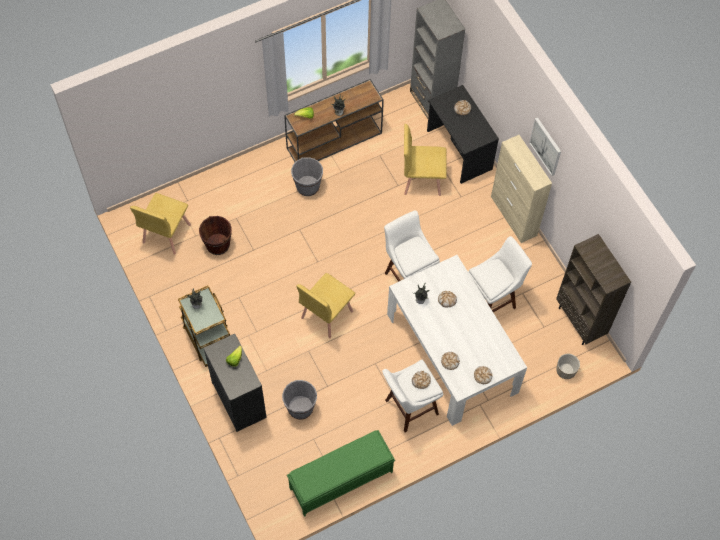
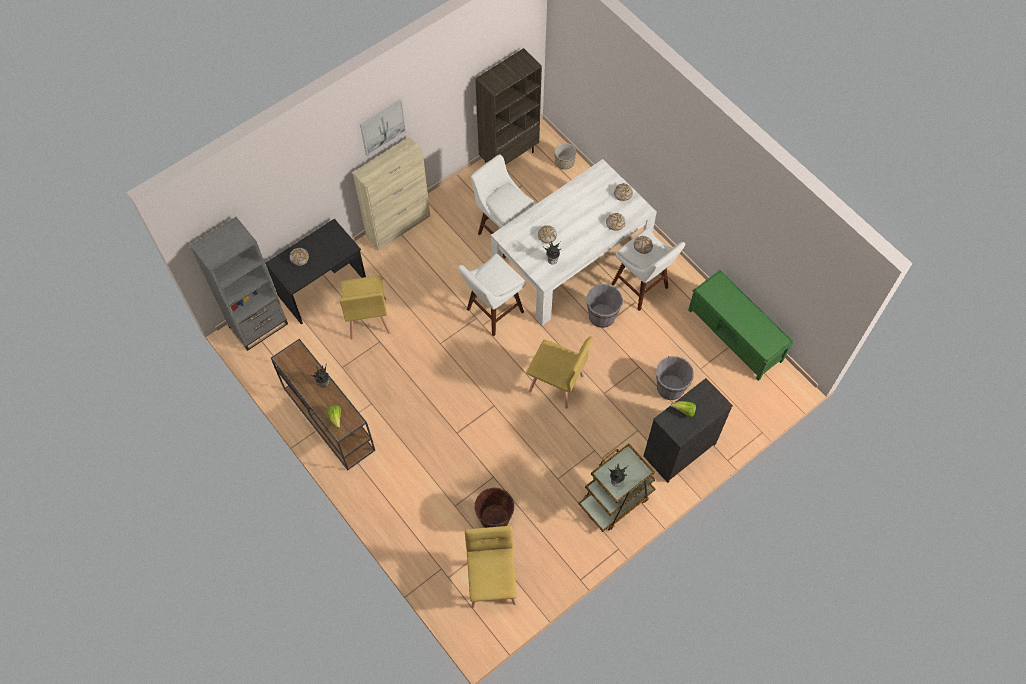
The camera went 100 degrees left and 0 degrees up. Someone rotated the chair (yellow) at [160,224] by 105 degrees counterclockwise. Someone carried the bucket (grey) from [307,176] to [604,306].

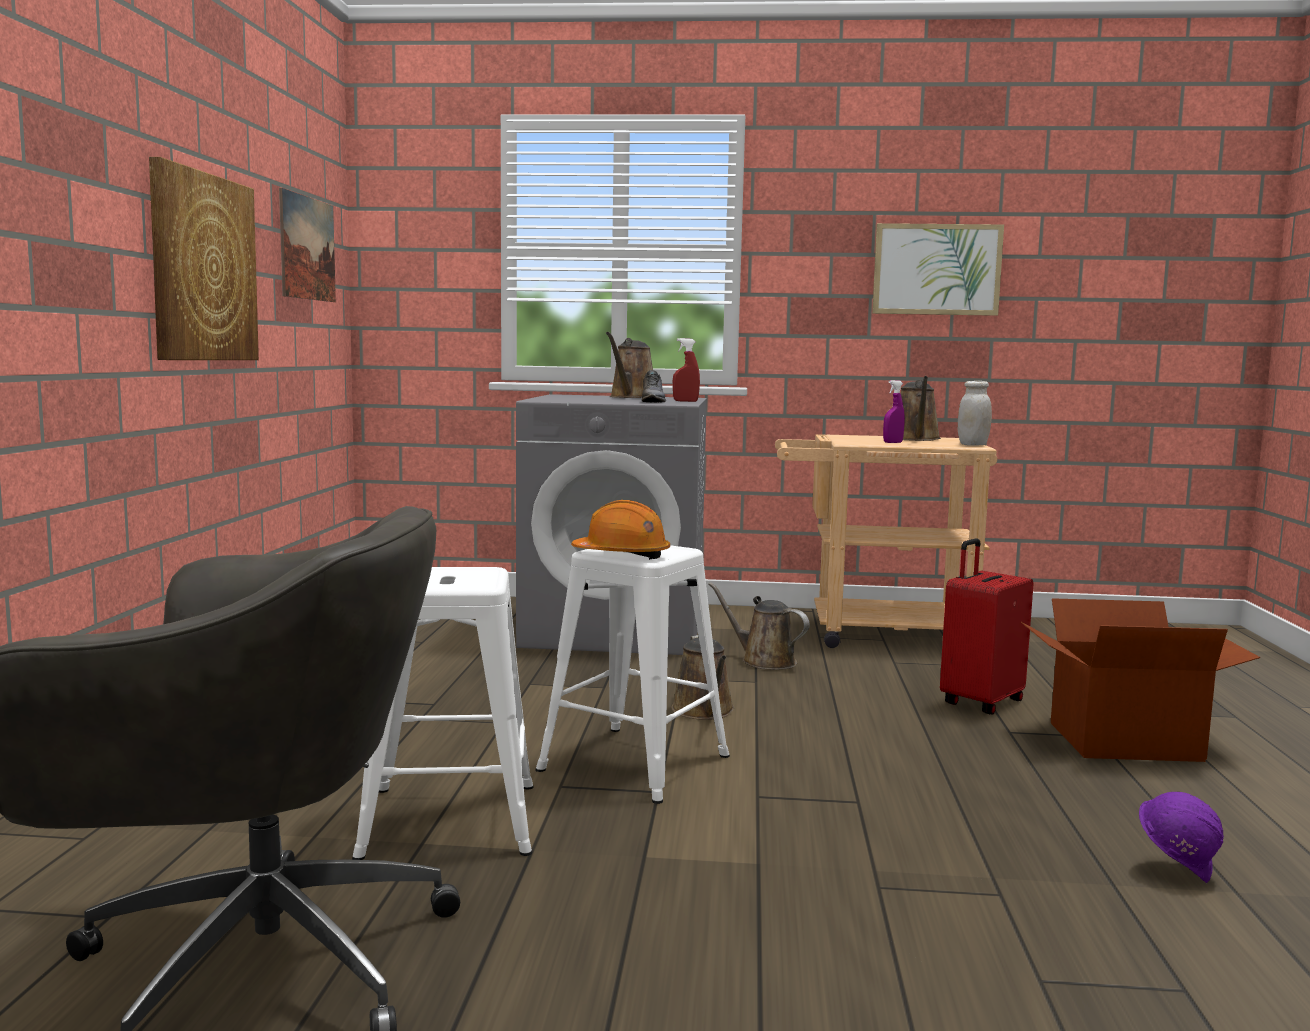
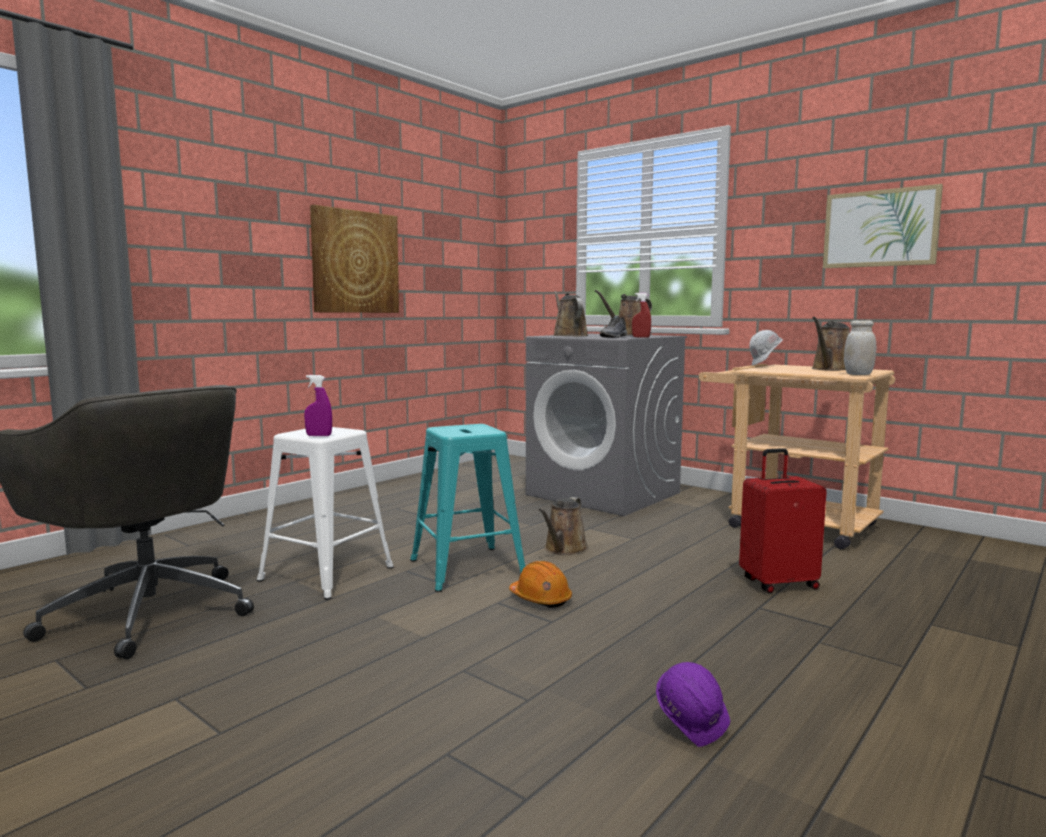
The camera went 35 degrees right and 0 degrees up. Someone carried the spray bottle (purple) from [894,411] to [318,405]. Someone repainted the stool (white) at [633,674], which became the stool (turquoise) at [467,508]. Someone carried the hard hat (orange) from [620,530] to [540,584]. Someone carried the watering can (brown) from [759,626] to [570,313]. Someone put down the hard hat (white) at [766,347]. Someone took away the picture at [307,245]. Someone took away the cardboard box at [1140,680].

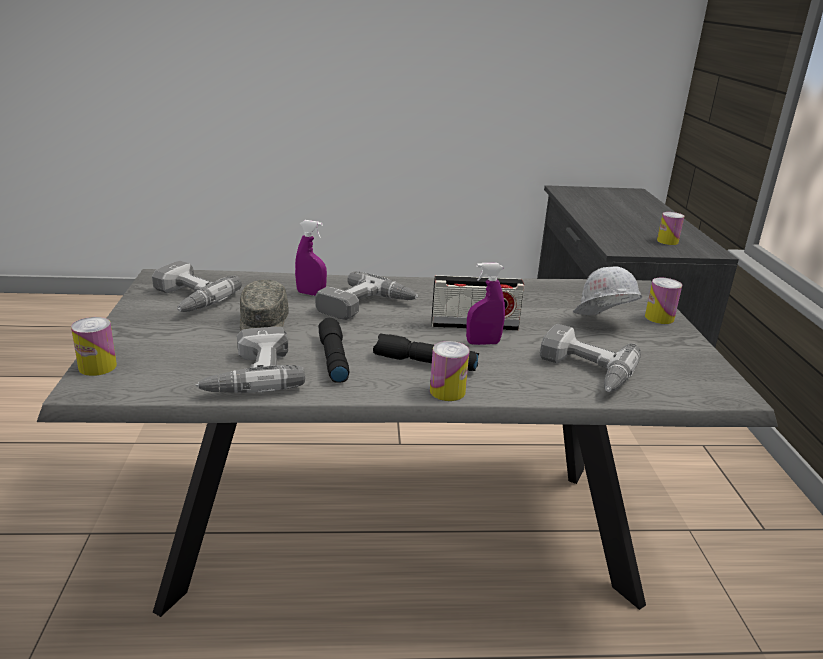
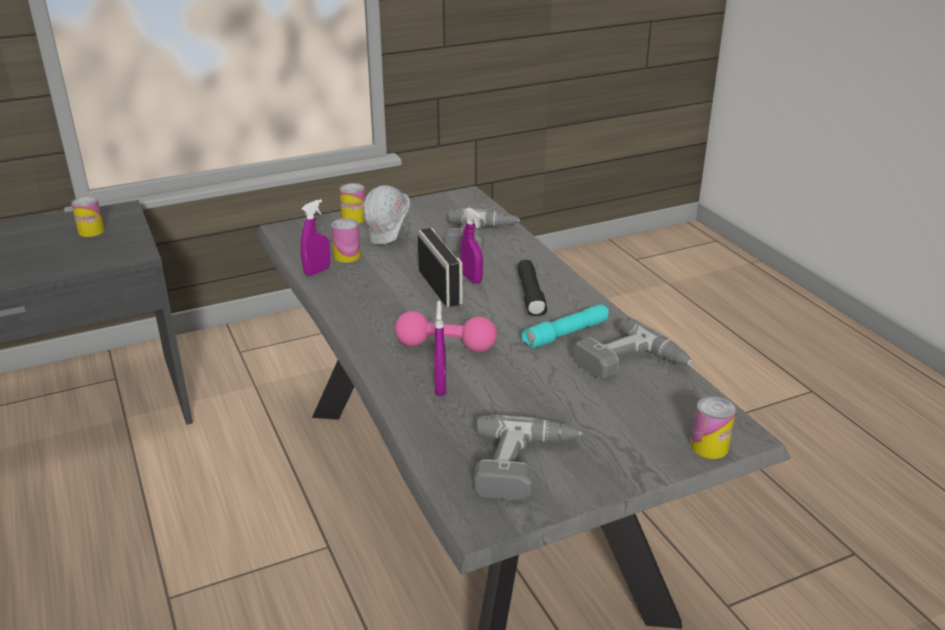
The camera went 110 degrees left and 5 degrees up. Someone put down the spray bottle (purple) at [315,237]. Someone carried the can from [450,371] to [346,240]. Someone swapped the power drill at [367,296] for the dumbbell (pink) at [446,331]. Someone repainted the flashlight (black) at [333,350], which became the flashlight (turquoise) at [565,326]. Someone took away the cap (grey) at [264,305].

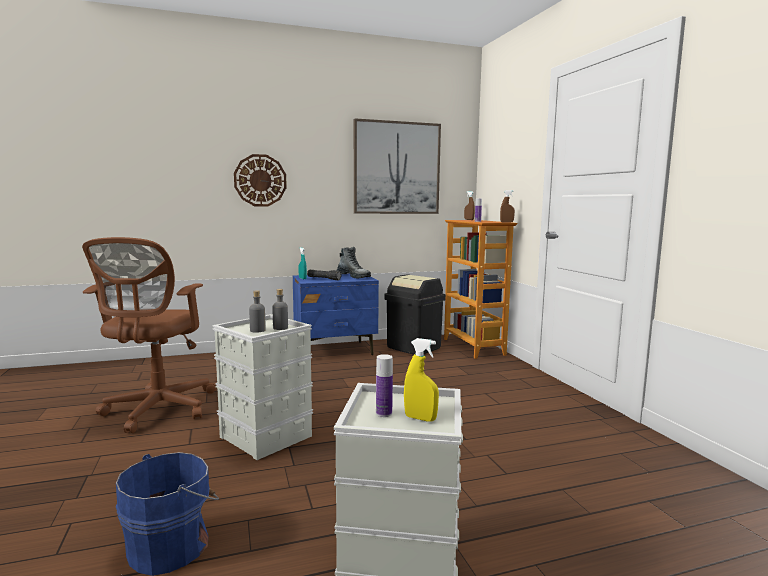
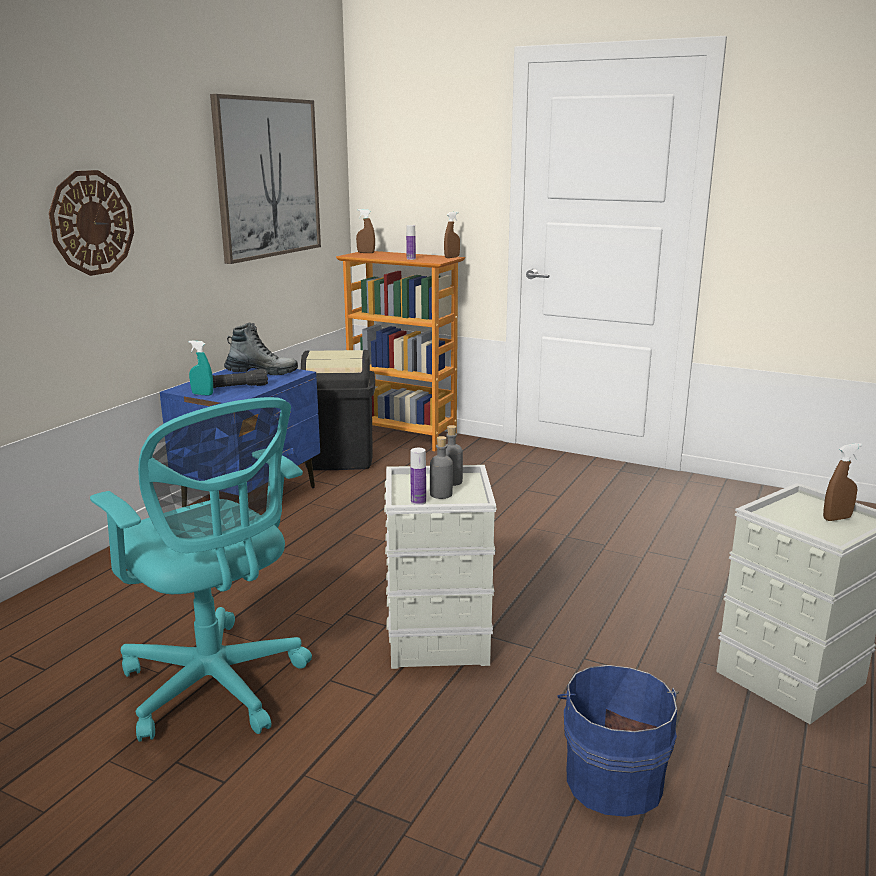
The camera went 45 degrees left and 10 degrees up. Someone repainted the office chair (brown) at [149,335], which became the office chair (turquoise) at [201,569]. Someone carried the bottle from [384,385] to [418,476]. Someone repainted the spray bottle (yellow) at [421,379], which became the spray bottle (brown) at [842,482].

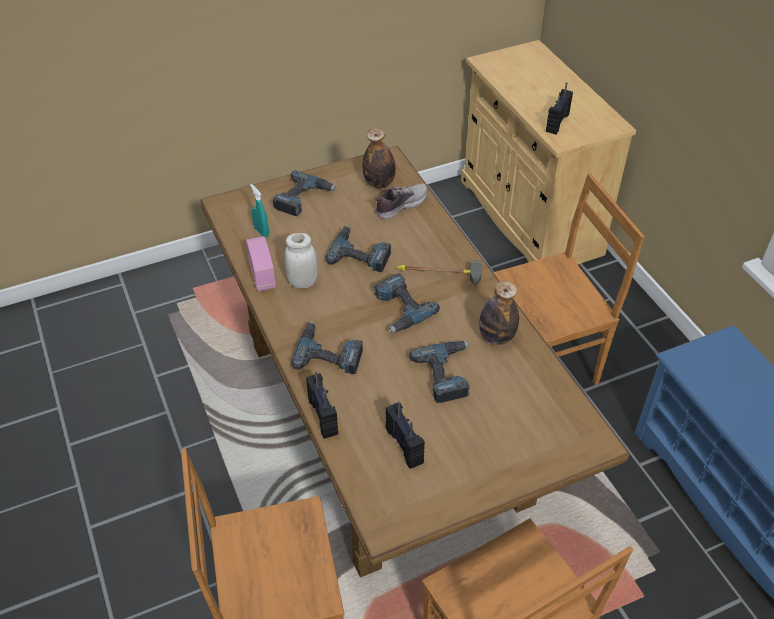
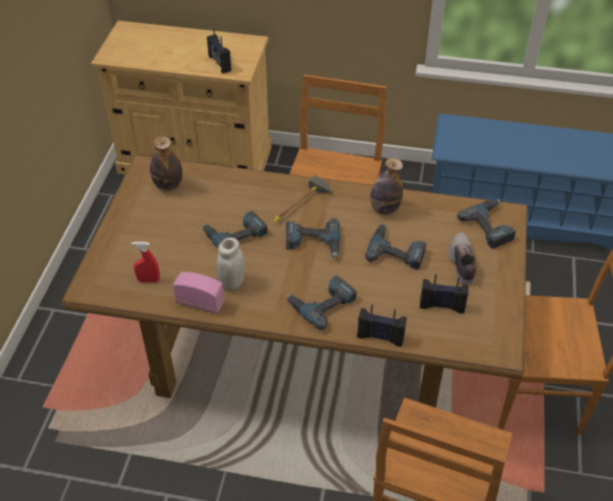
The camera went 55 degrees left and 0 degrees up. Someone repainted the spray bottle (turquoise) at [259,211], which became the spray bottle (red) at [146,262]. Someone carried the shoe from [401,201] to [462,258]. Someone carried the power drill from [305,193] to [486,224].

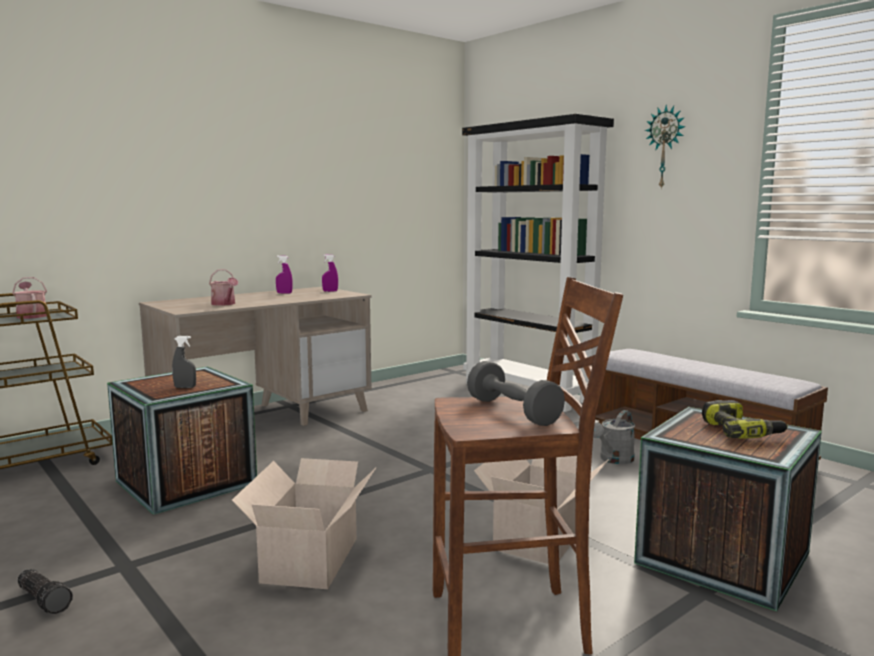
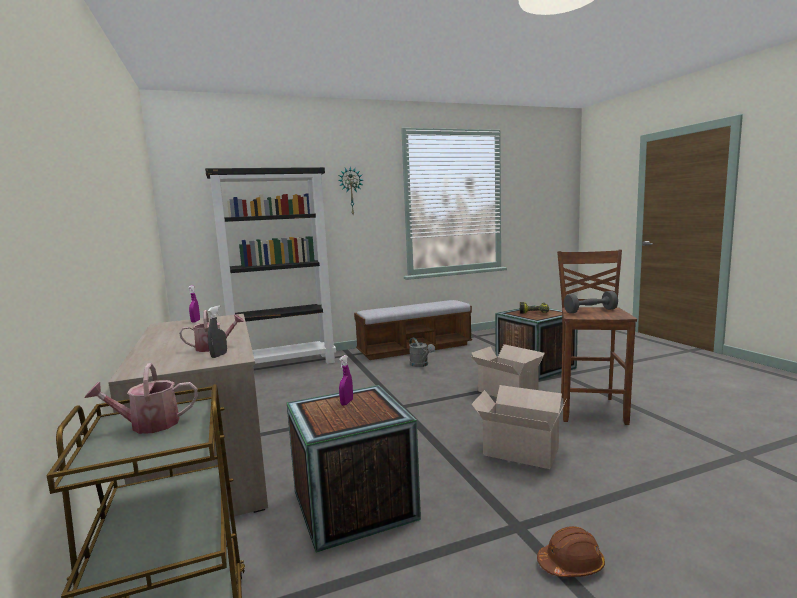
The camera went 70 degrees left and 0 degrees up. Someone carried the spray bottle (grey) from [184,362] to [217,332]. Someone carried the spray bottle (purple) from [284,274] to [346,380]. Someone swapped the flashlight at [45,591] for the hard hat (brown) at [571,551].

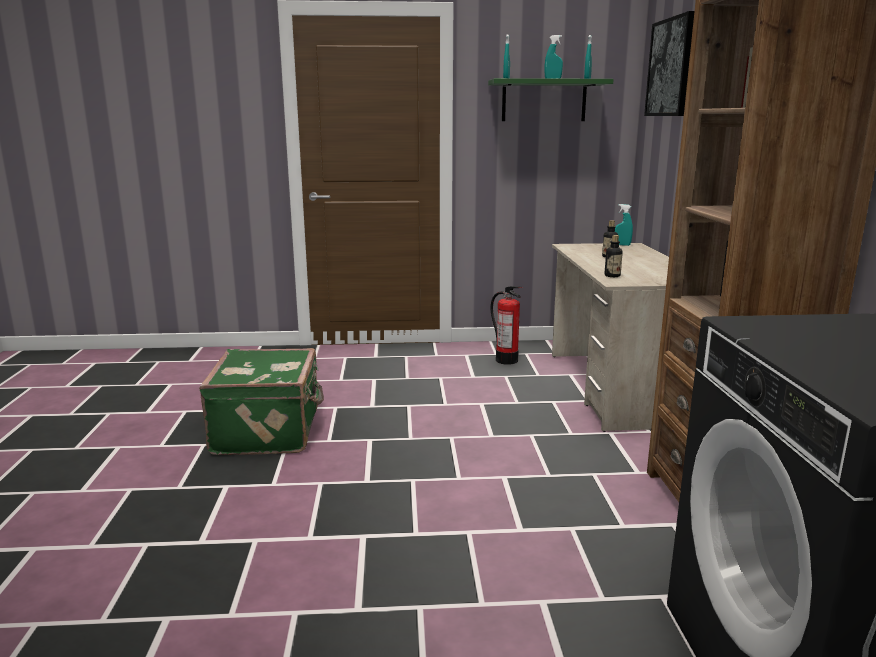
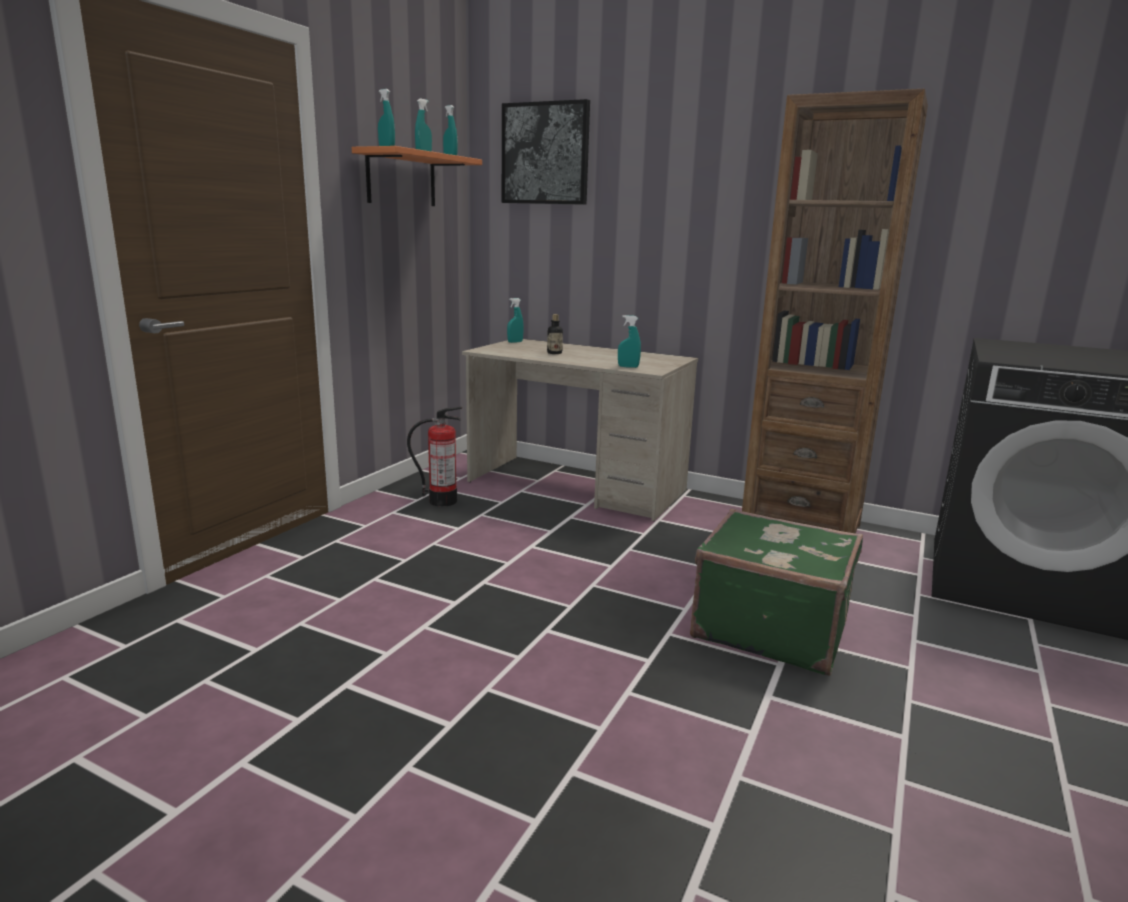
The camera went 60 degrees left and 0 degrees up. Someone repainted the shelf (green) at [551,99], which became the shelf (orange) at [417,176]. Someone swapped the bottle at [614,256] for the spray bottle (turquoise) at [629,341]. Someone carried the suitcase (green) from [261,401] to [776,592].

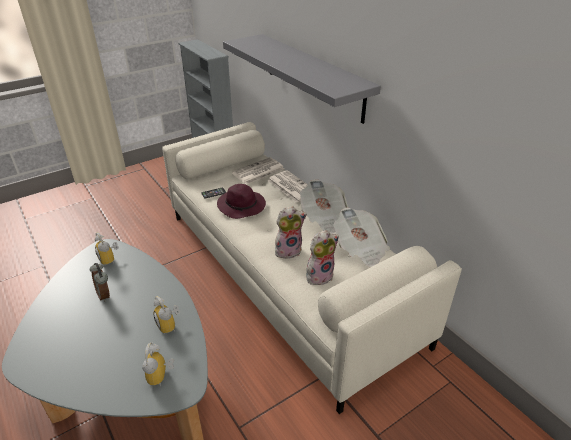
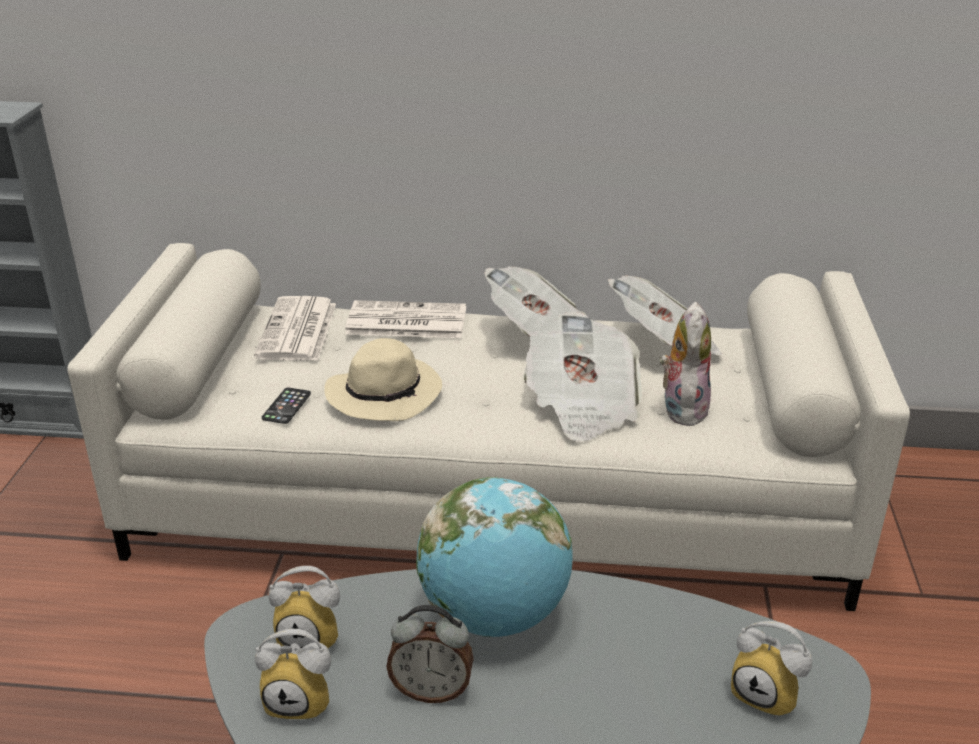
The camera went 50 degrees left and 5 degrees down. Someone carried the alarm clock from [166,315] to [293,675]. Someone repainted the hat (purple) at [241,201], which became the hat (beige) at [383,379]. Someone put down the globe at [494,557]. Someone swapped the plush toy at [291,232] for the newspaper at [582,377]. Someone took away the shelf (grey) at [302,79].

